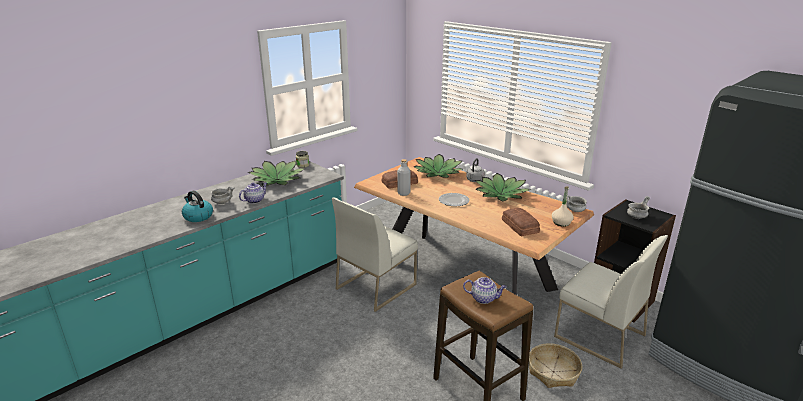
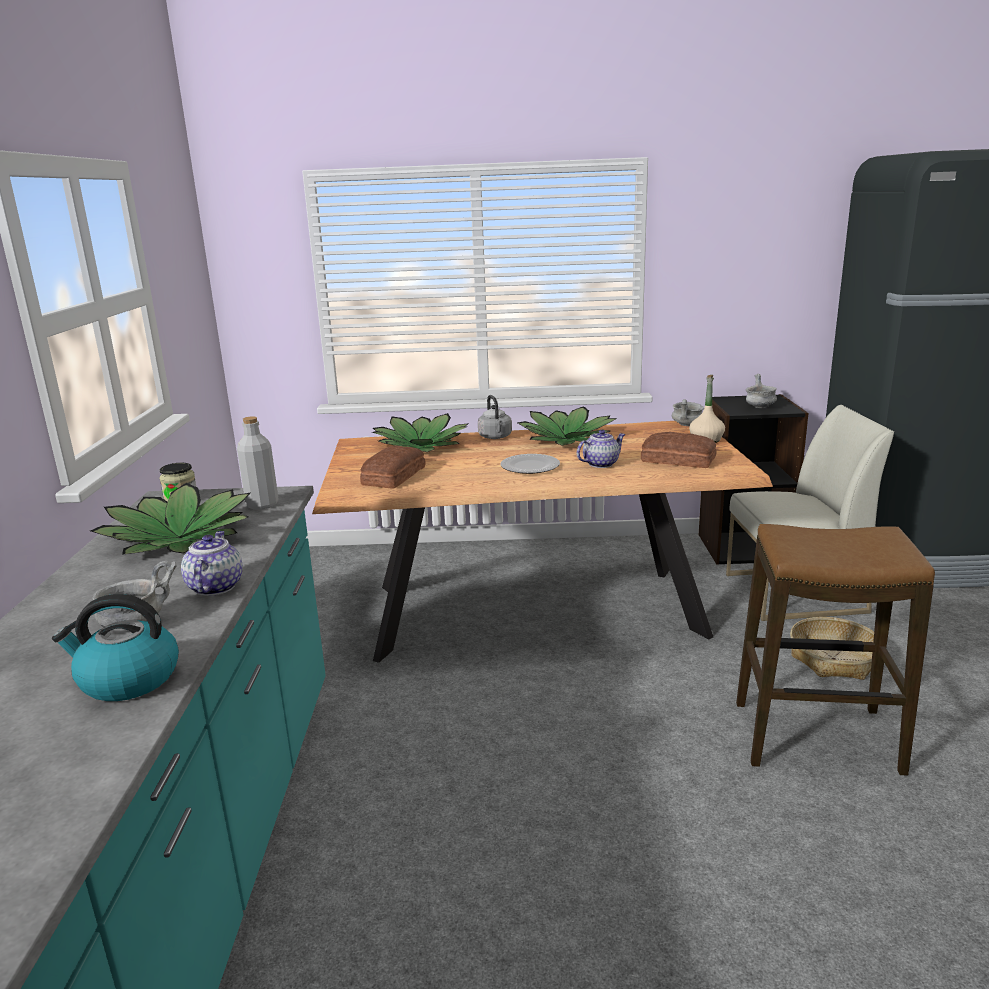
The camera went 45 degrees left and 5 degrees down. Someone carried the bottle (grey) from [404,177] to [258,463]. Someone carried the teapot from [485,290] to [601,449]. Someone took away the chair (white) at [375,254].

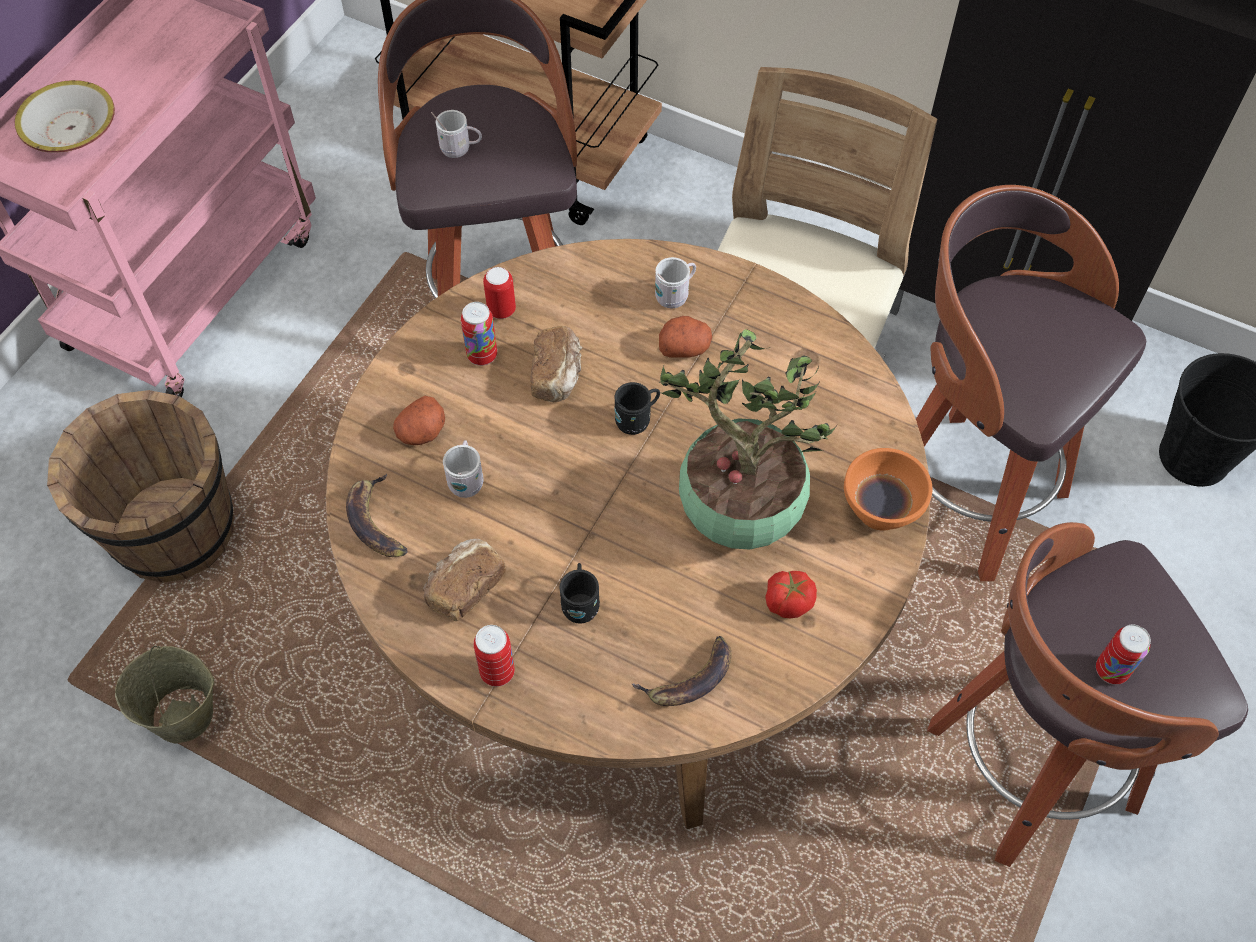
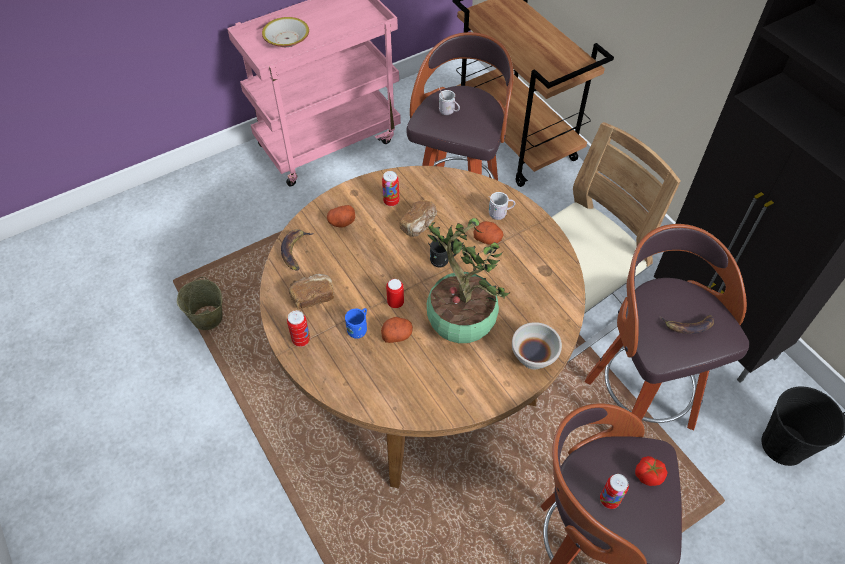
The camera went 30 degrees right and 5 degrees down. Someone repainted the mug (black) at [579,593], which became the mug (blue) at [356,323]. Someone put down the potato at [397,330]. Someone carried the can from [499,293] to [395,293]. Someone repainted the bowl (orange) at [888,489], which became the bowl (white) at [537,346]. Someone carried the tomato from [791,594] to [651,471]. Someone carried the banana from [681,671] to [687,324]. Someone took away the bucket (brown) at [140,486]. Someone took away the mug (white) at [463,469].

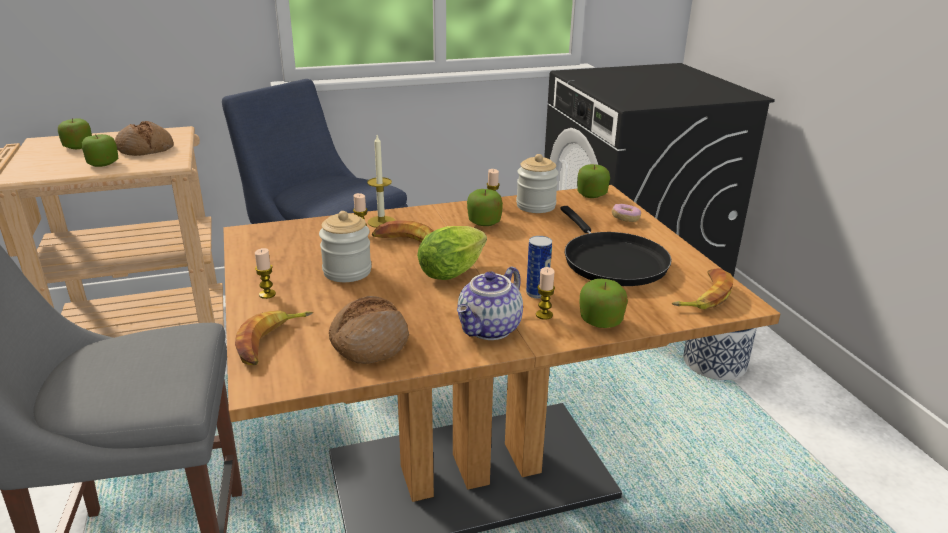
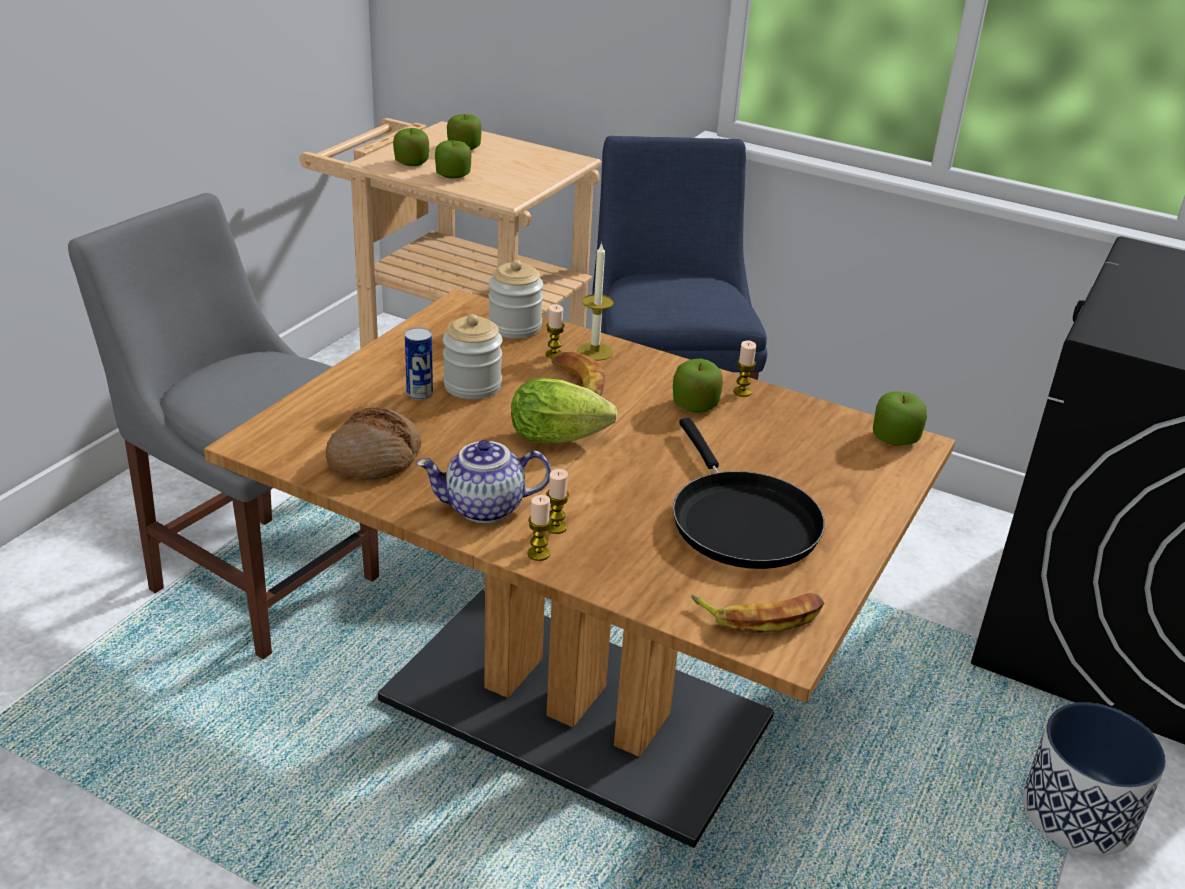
The camera went 45 degrees right and 5 degrees up. Someone carried the apple from [604,303] to [411,147]. Someone carried the can from [539,267] to [419,364]. Someone carried the jar from [537,183] to [515,299]. Someone carried the candle from [265,273] to [539,528]. Someone rotated the frying pan (black) at [616,246] by 45 degrees counterclockwise. Someone took away the bread at [144,138]. Someone took away the banana at [274,337]. Someone took away the donut at [626,213].

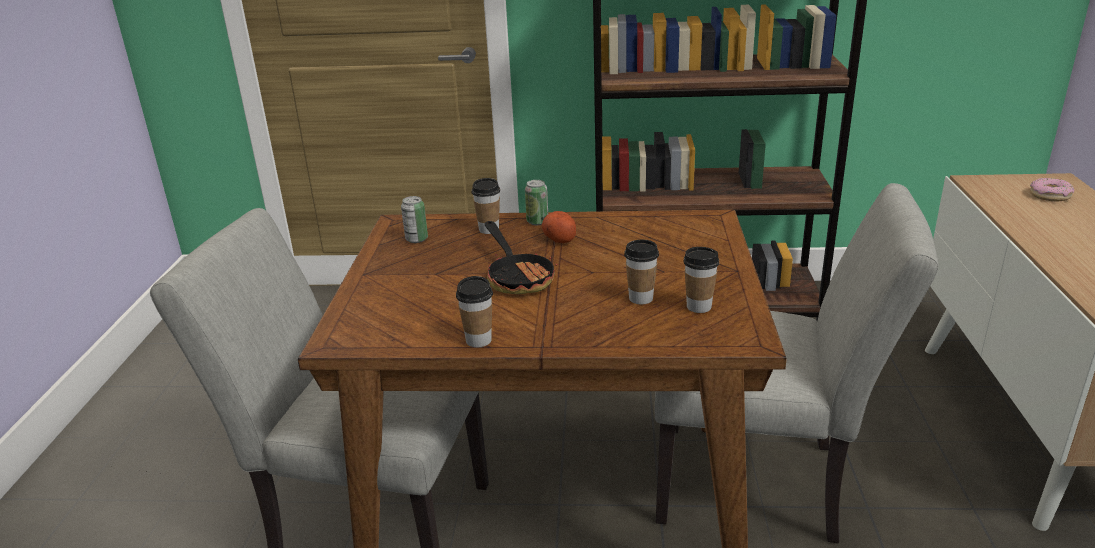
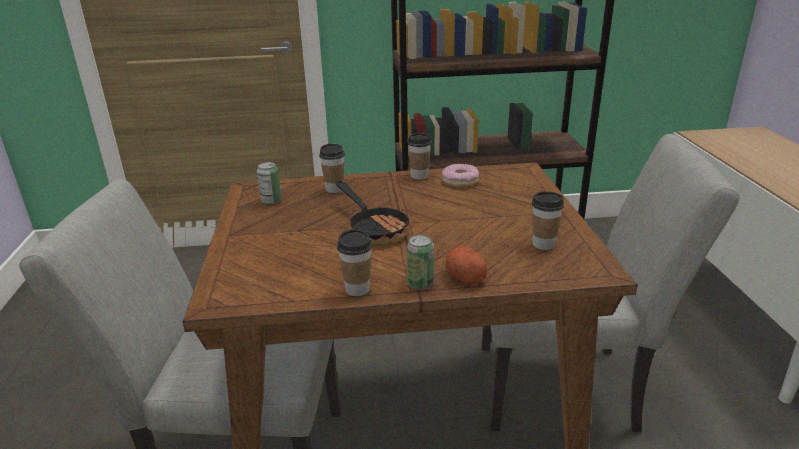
The camera went 10 degrees left and 0 degrees up. Someone carried the cup from [641,272] to [419,156]. Someone carried the can from [536,202] to [420,262]. Someone carried the donut from [1052,189] to [460,175]. Someone carried the potato from [559,227] to [466,265].

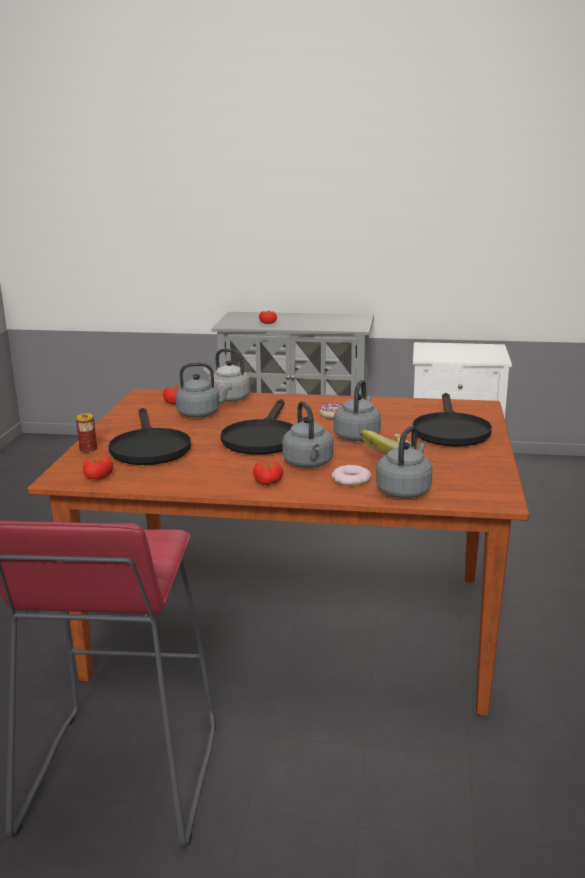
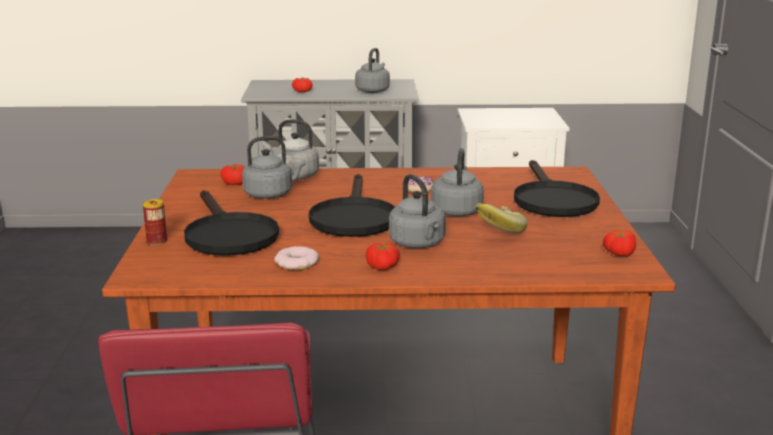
The camera went 10 degrees left and 0 degrees up. Someone carried the donut from [351,475] to [296,258]. Someone carried the kettle (grey) from [404,462] to [372,70]. Someone carried the tomato from [98,468] to [619,243].

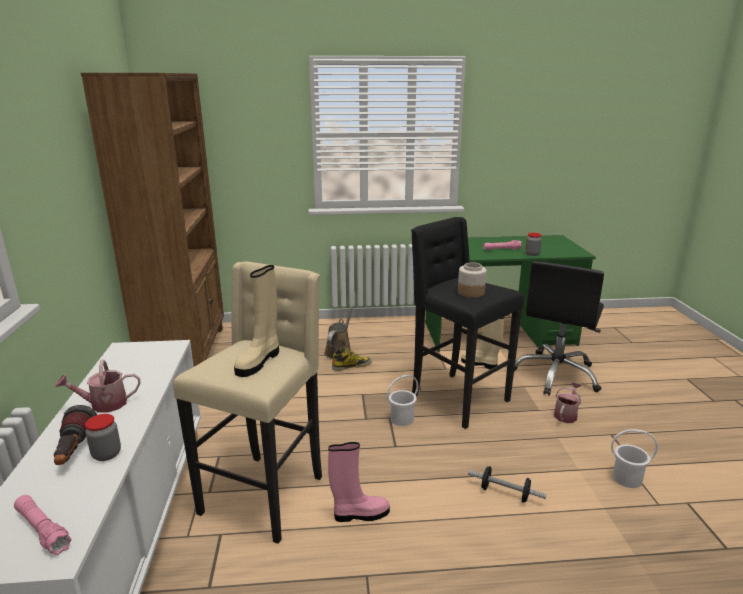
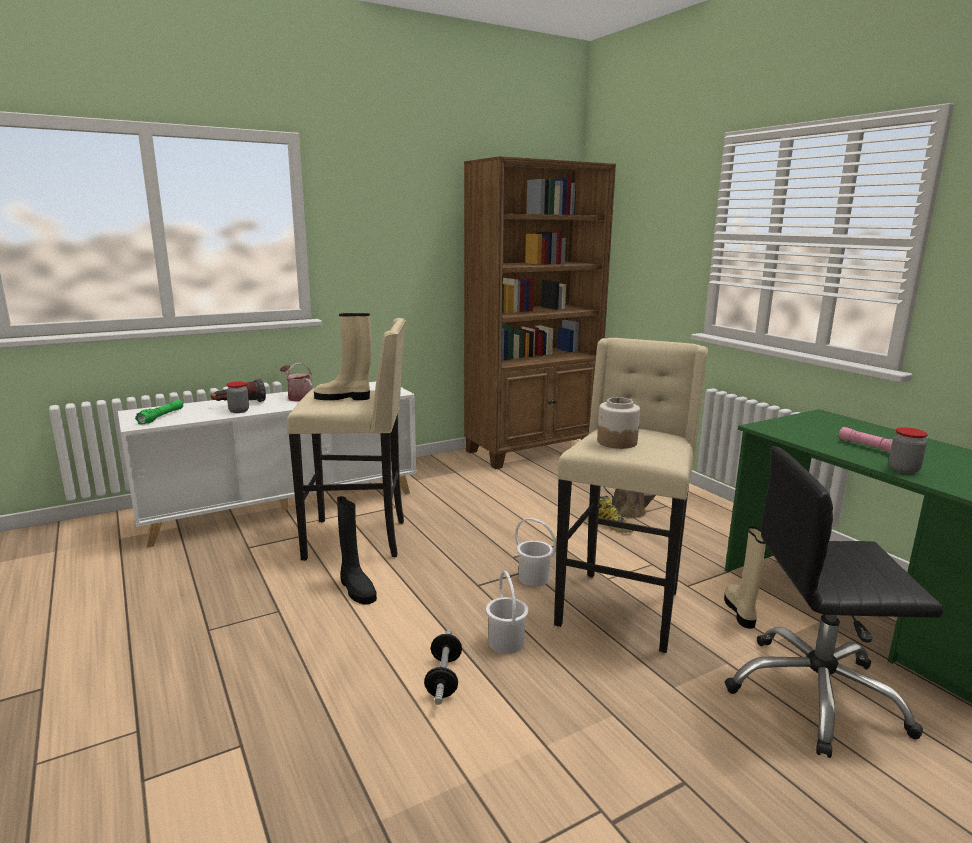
The camera went 65 degrees right and 5 degrees down. Someone repainted the flashlight (pink) at [43,525], which became the flashlight (green) at [159,412]. Someone repainted the boot (pink) at [359,482], which became the boot (black) at [357,550]. Someone carried the bucket (white) from [634,458] to [507,612]. Someone repainted the stool (black) at [467,323], which became the stool (beige) at [631,495]. Someone took away the watering can at [567,402].

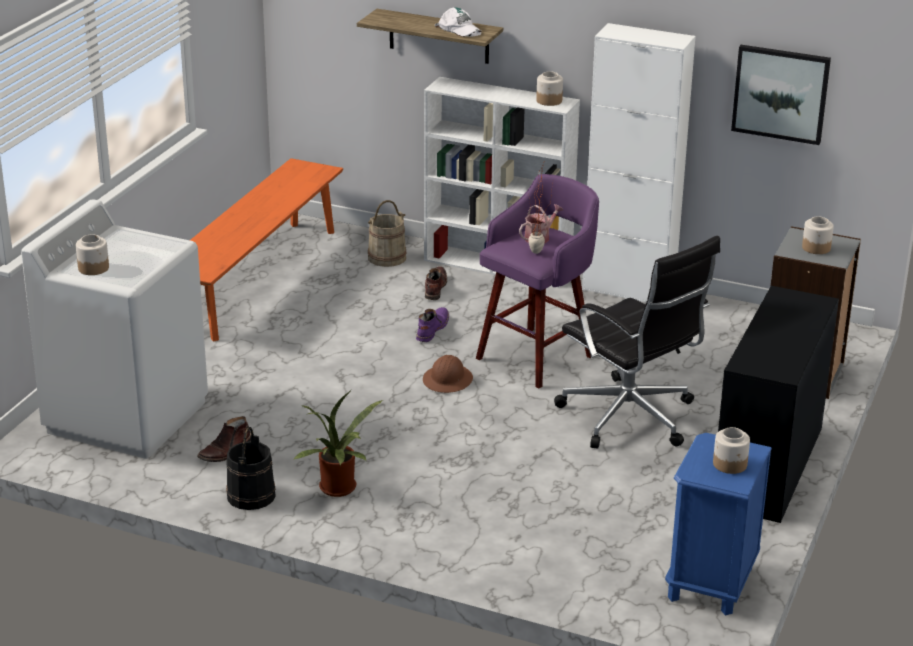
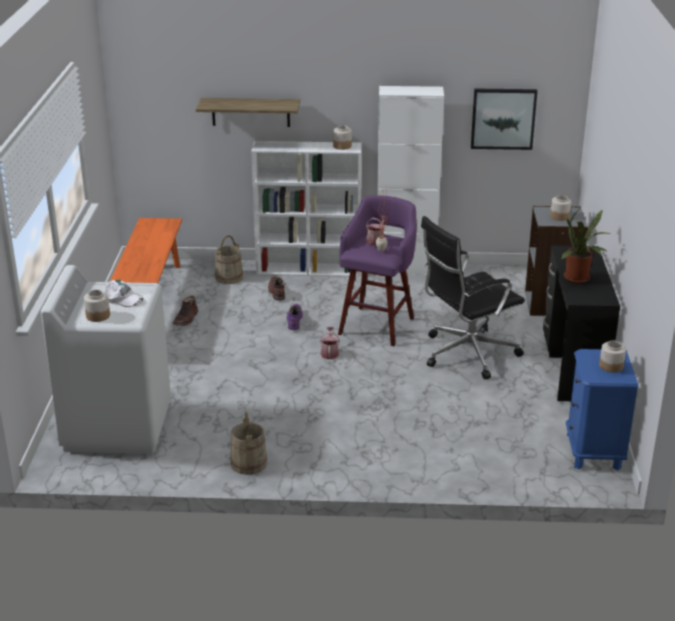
The camera went 20 degrees left and 0 degrees up. Someone carried the cap (white) from [458,22] to [124,293]. Someone carried the boot (brown) from [224,439] to [185,311]. Someone repainted the bucket (black) at [251,468], which became the bucket (beige) at [248,443]. Someone swapped the hard hat (brown) at [448,374] for the watering can at [330,343]. Someone rotated the office chair (black) at [637,342] by 120 degrees clockwise. Someone carried the potted plant from [337,444] to [585,244].

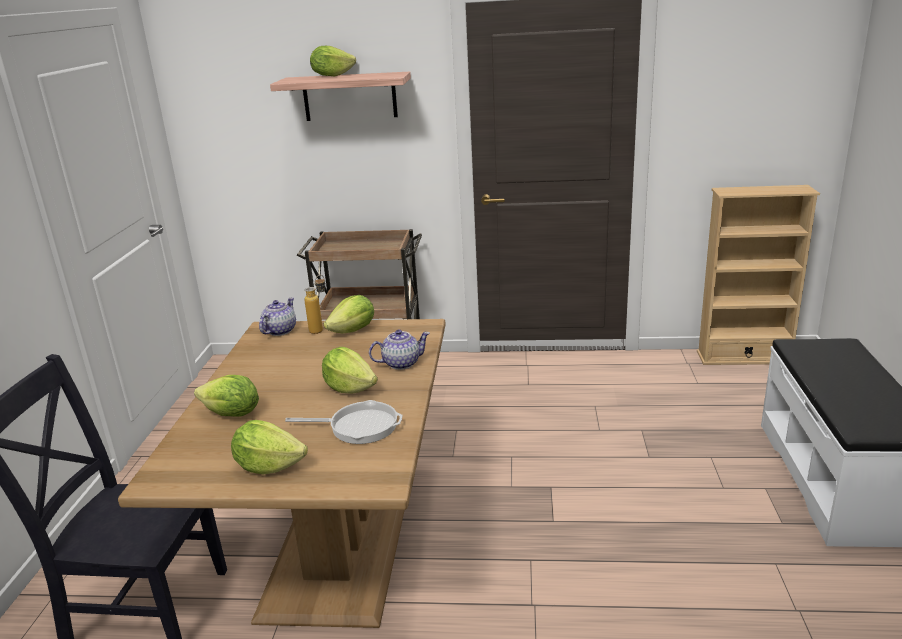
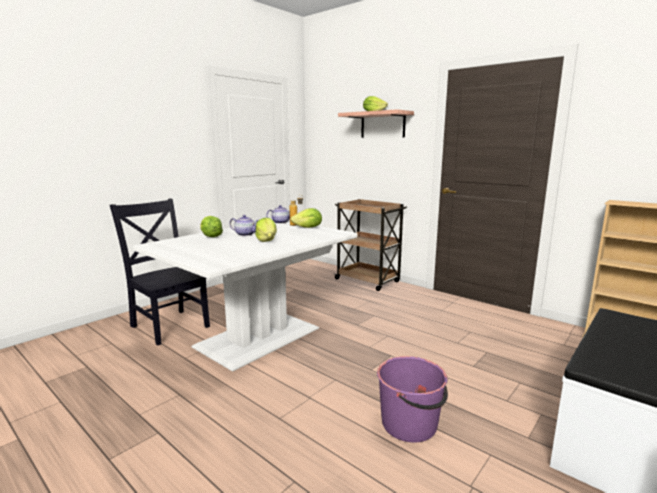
The camera went 35 degrees right and 10 degrees down. Someone repainted the dining table (brown) at [282,473], which became the dining table (white) at [245,296]. Someone carried the teapot from [399,350] to [244,225]. Someone put down the bucket (purple) at [412,399]. Someone took away the lettuce at [269,447]. Someone took away the frying pan at [344,422].

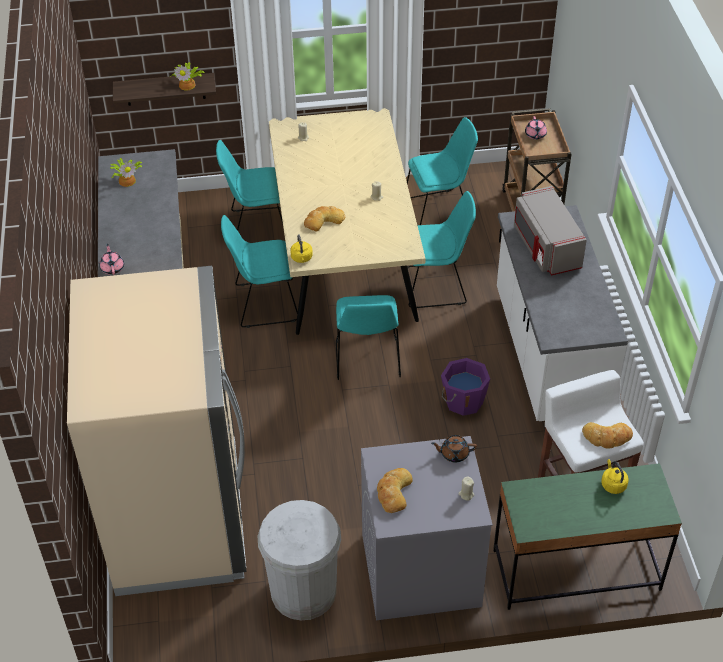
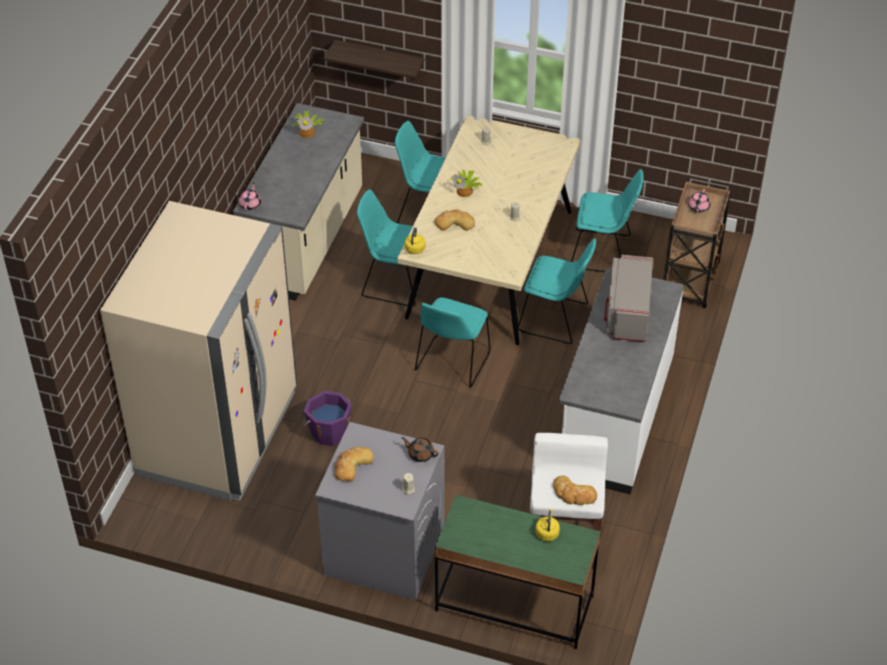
The camera went 25 degrees right and 0 degrees up. Someone carried the bucket (purple) from [465,387] to [327,418]. Someone carried the potted plant from [187,76] to [466,183]. Someone took away the trash can (white) at [299,560].

